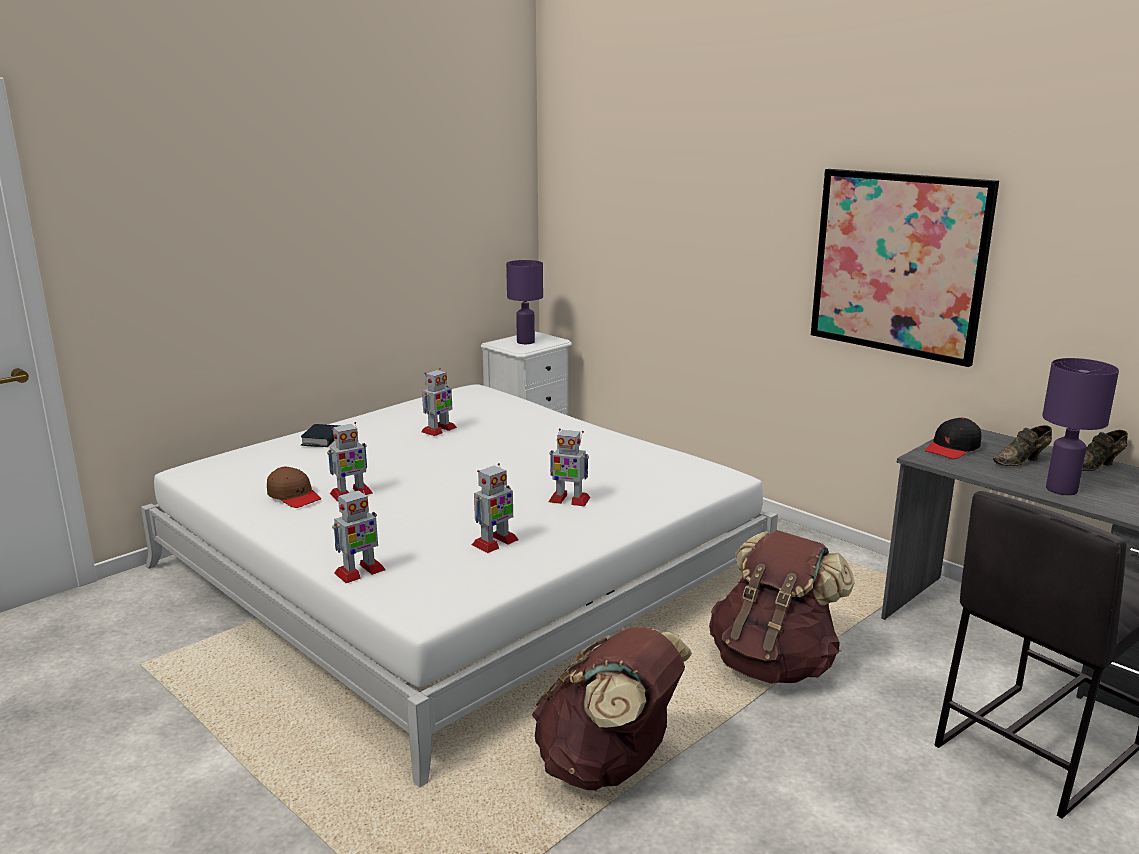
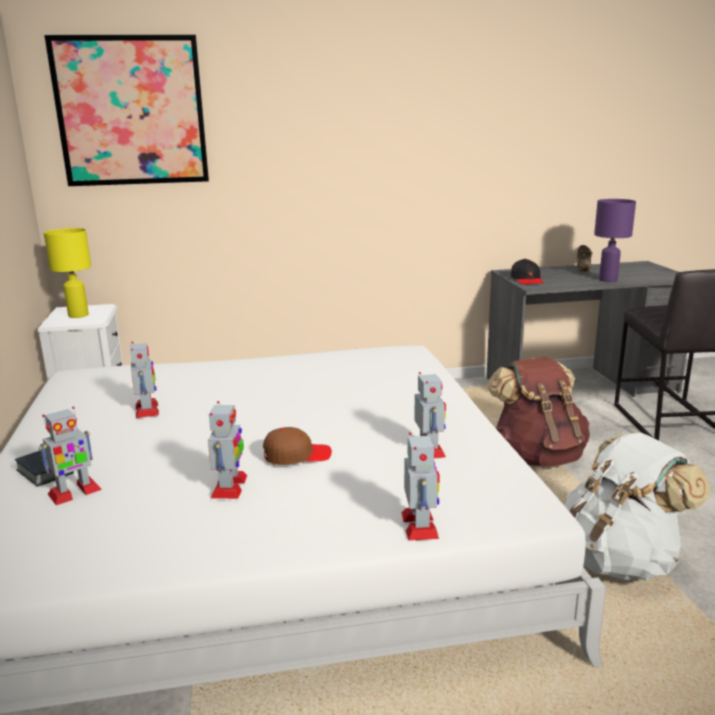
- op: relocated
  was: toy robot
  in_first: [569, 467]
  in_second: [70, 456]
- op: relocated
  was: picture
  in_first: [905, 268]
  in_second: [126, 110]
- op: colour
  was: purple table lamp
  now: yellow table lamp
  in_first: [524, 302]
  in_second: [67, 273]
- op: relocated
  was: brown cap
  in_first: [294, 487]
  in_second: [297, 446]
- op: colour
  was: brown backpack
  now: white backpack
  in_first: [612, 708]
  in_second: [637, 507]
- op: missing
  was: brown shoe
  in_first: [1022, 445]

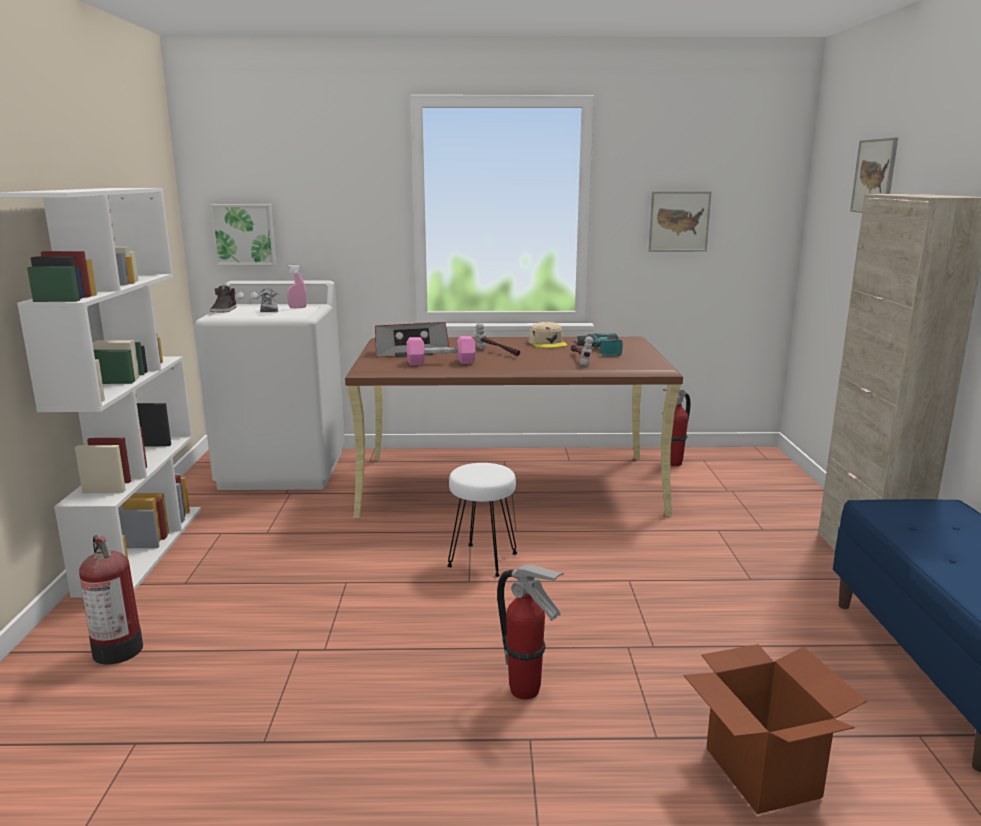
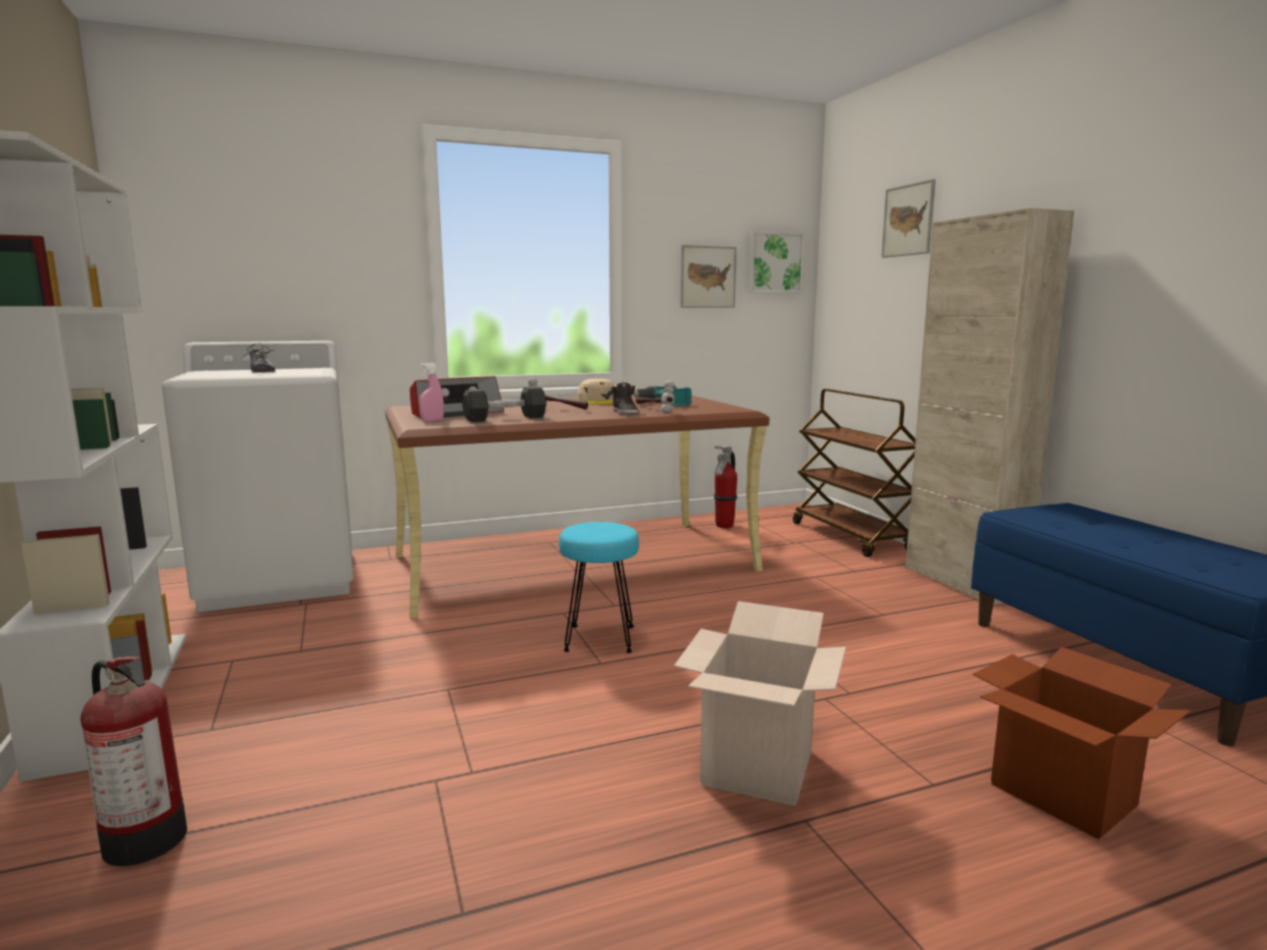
- op: relocated
  was: pink spray bottle
  in_first: [297, 286]
  in_second: [431, 392]
- op: colour
  was: pink dumbbell
  now: black dumbbell
  in_first: [441, 351]
  in_second: [504, 404]
- op: colour
  was: white stool
  now: turquoise stool
  in_first: [482, 520]
  in_second: [599, 587]
- op: relocated
  was: black shoe
  in_first: [223, 298]
  in_second: [625, 398]
- op: exchanged
  was: fire extinguisher
  now: cardboard box
  in_first: [530, 632]
  in_second: [760, 703]
- op: relocated
  was: picture
  in_first: [243, 235]
  in_second: [776, 262]
- op: appeared
  now: brown cart
  in_second: [854, 473]

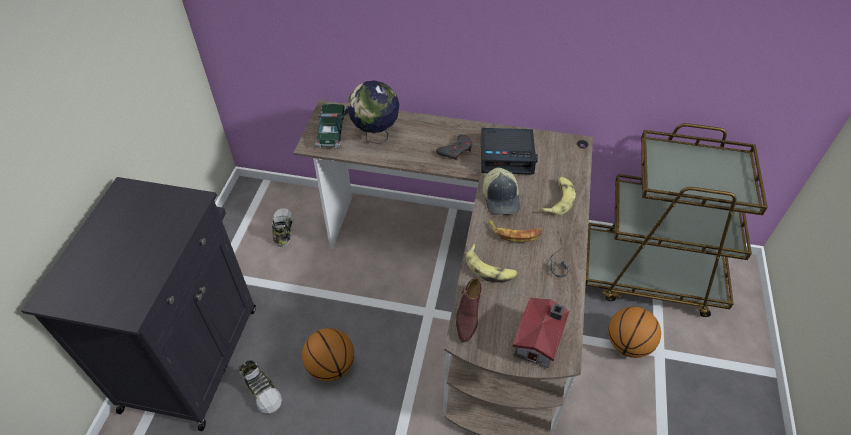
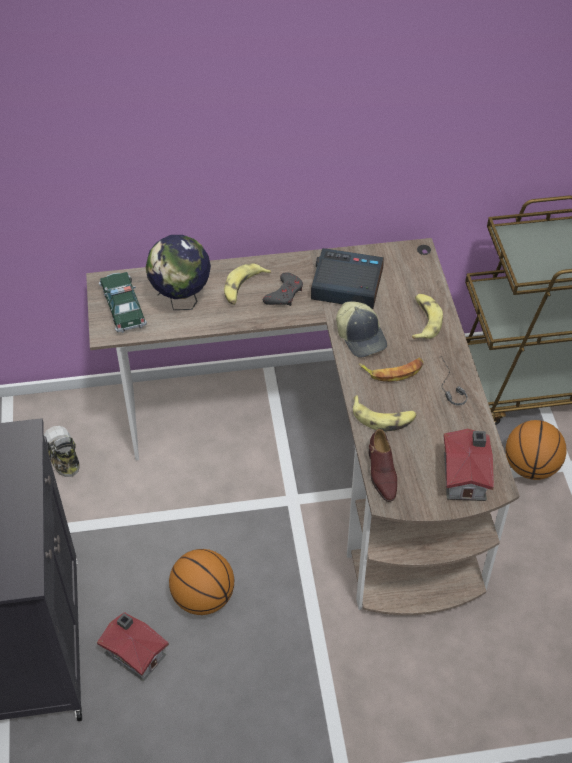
- op: exchanged
  was: shoe
  now: toy house
  in_first: [260, 387]
  in_second: [133, 647]
- op: appeared
  now: banana
  in_second: [247, 284]
- op: spun
  was: alarm clock
  in_first: [509, 151]
  in_second: [347, 278]
  clockwise: -150

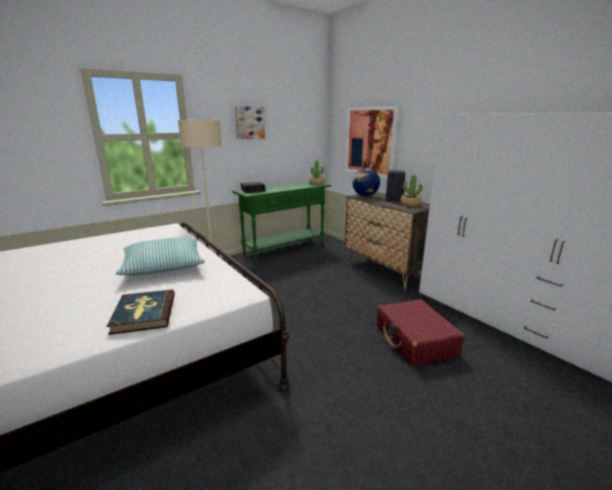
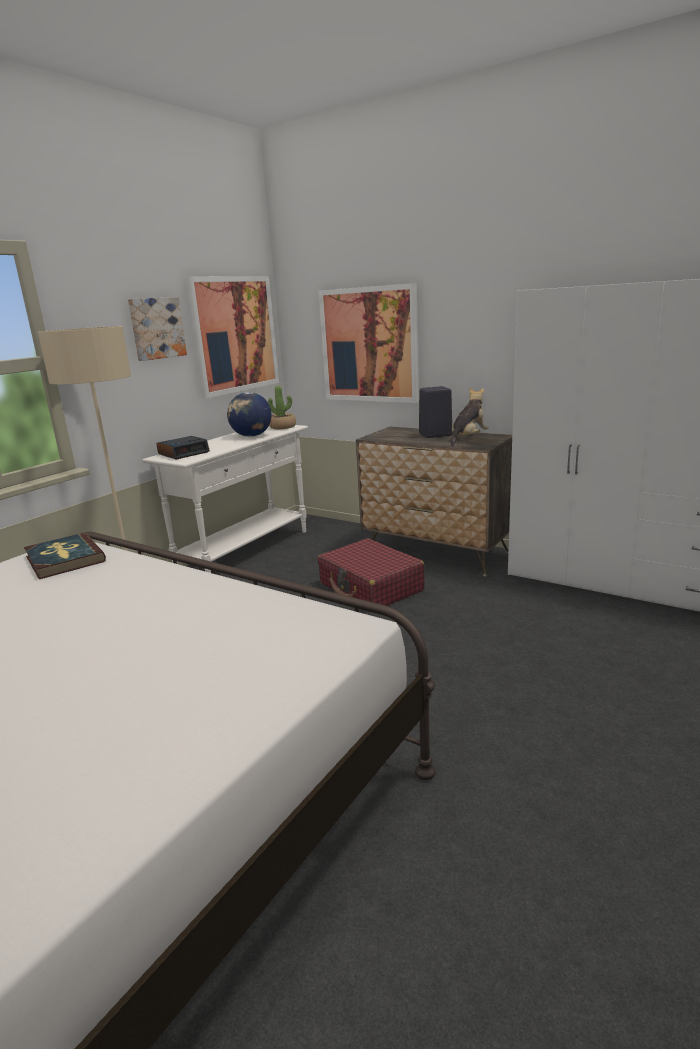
- op: relocated
  was: book
  in_first: [141, 312]
  in_second: [65, 556]
- op: colour
  was: green console table
  now: white console table
  in_first: [281, 221]
  in_second: [225, 499]
- op: appeared
  now: picture
  in_second: [232, 337]
- op: relocated
  was: globe
  in_first: [366, 182]
  in_second: [249, 414]
- op: relocated
  was: red suitcase
  in_first: [420, 333]
  in_second: [371, 572]
- op: exchanged
  was: potted plant
  now: plush toy
  in_first: [411, 190]
  in_second: [470, 417]
- op: missing
  was: pillow
  in_first: [160, 256]

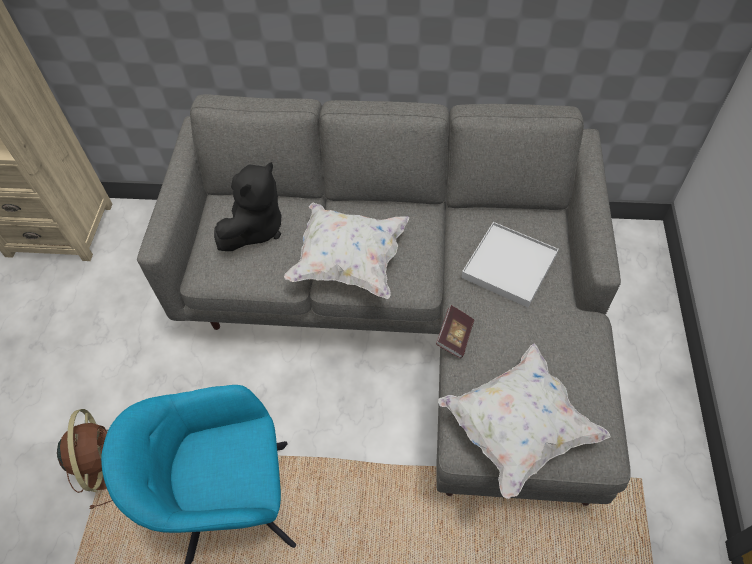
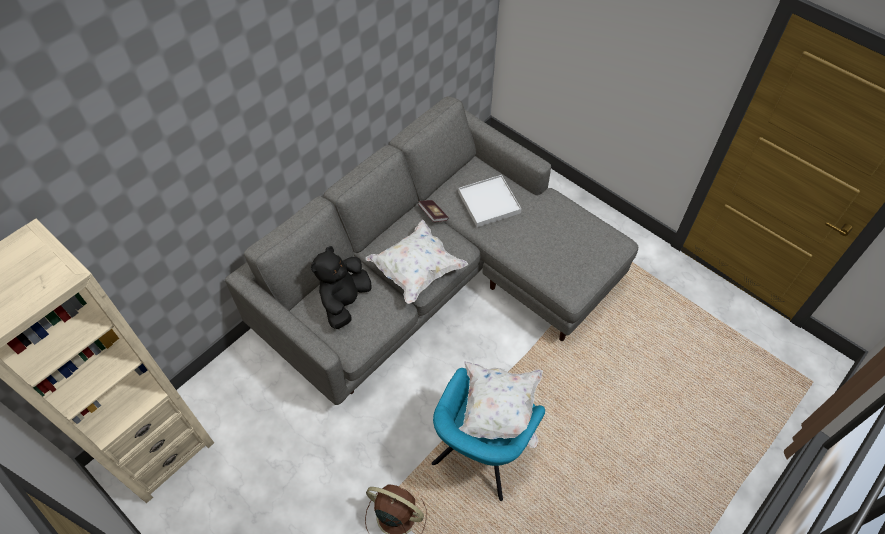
- op: spun
  was: black plush toy
  in_first: [248, 206]
  in_second: [341, 287]
  clockwise: -135
- op: relocated
  was: book
  in_first: [455, 331]
  in_second: [433, 211]
- op: relocated
  was: white pillow
  in_first: [524, 421]
  in_second: [500, 404]

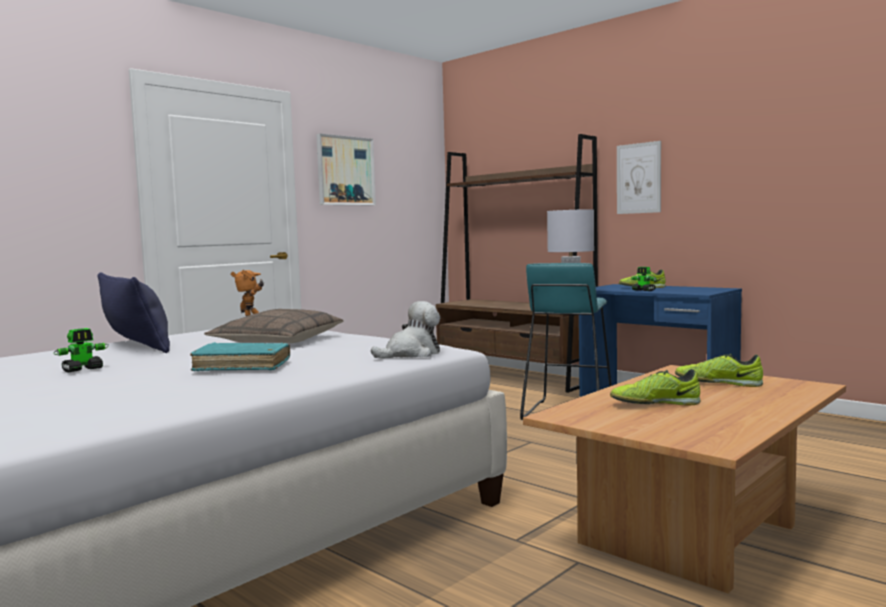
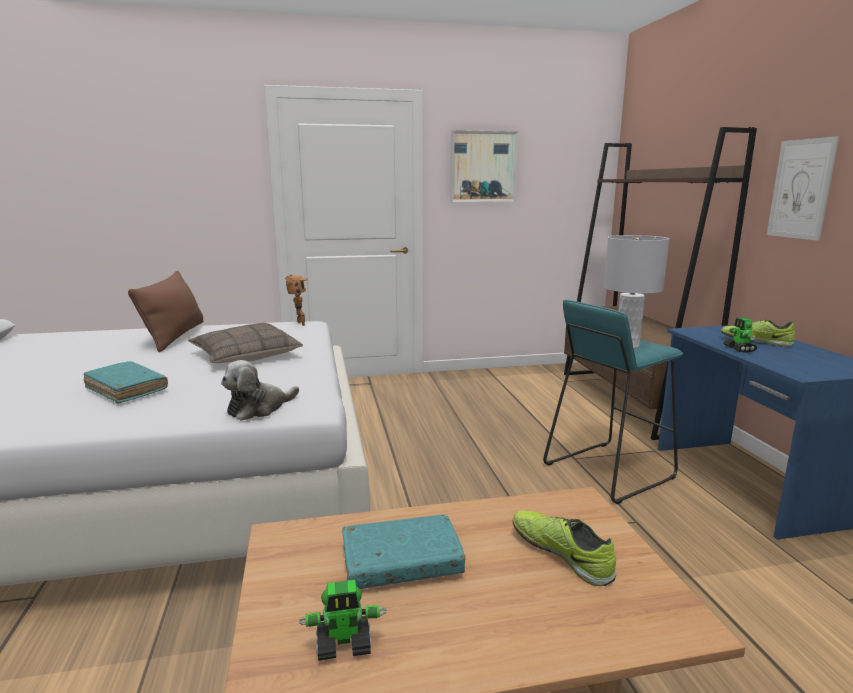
- op: colour
  was: blue pillow
  now: brown pillow
  in_first: [134, 312]
  in_second: [165, 311]
- op: spun
  was: plush toy
  in_first: [405, 329]
  in_second: [260, 390]
  clockwise: 135
- op: relocated
  was: toy robot
  in_first: [81, 350]
  in_second: [343, 620]
- op: exchanged
  was: shoe
  now: turquoise book
  in_first: [655, 387]
  in_second: [404, 552]

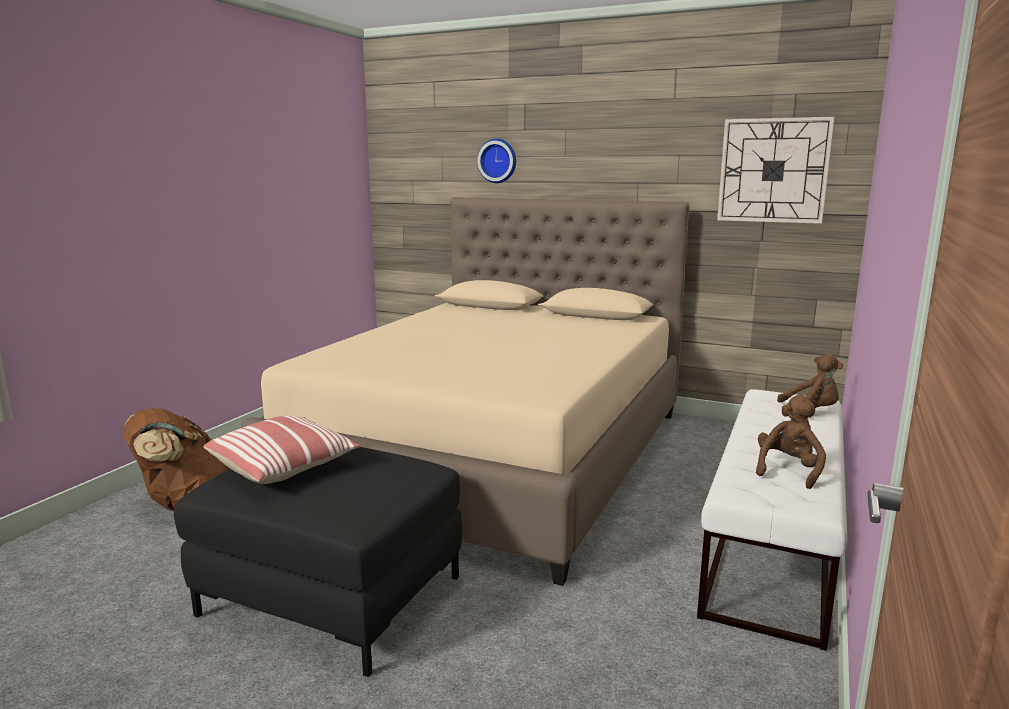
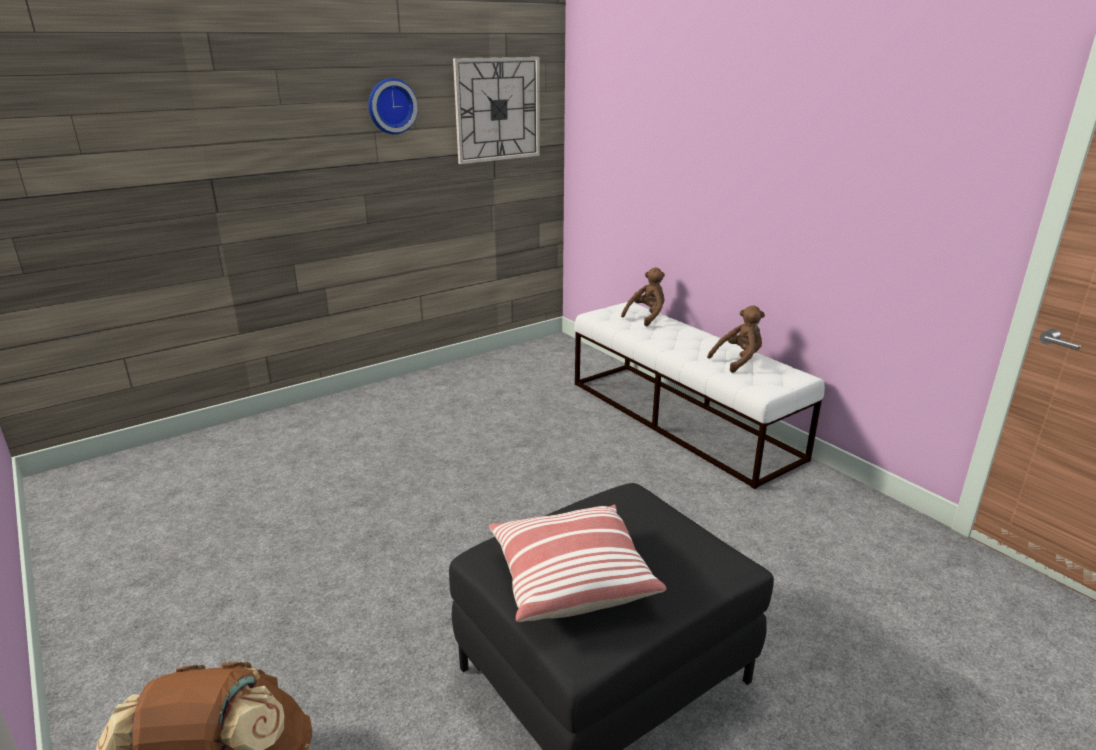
- op: relocated
  was: wall clock
  in_first: [496, 161]
  in_second: [393, 106]
- op: spun
  was: brown plush toy
  in_first: [791, 442]
  in_second: [736, 339]
  clockwise: 90
- op: missing
  was: beige bed
  in_first: [465, 391]

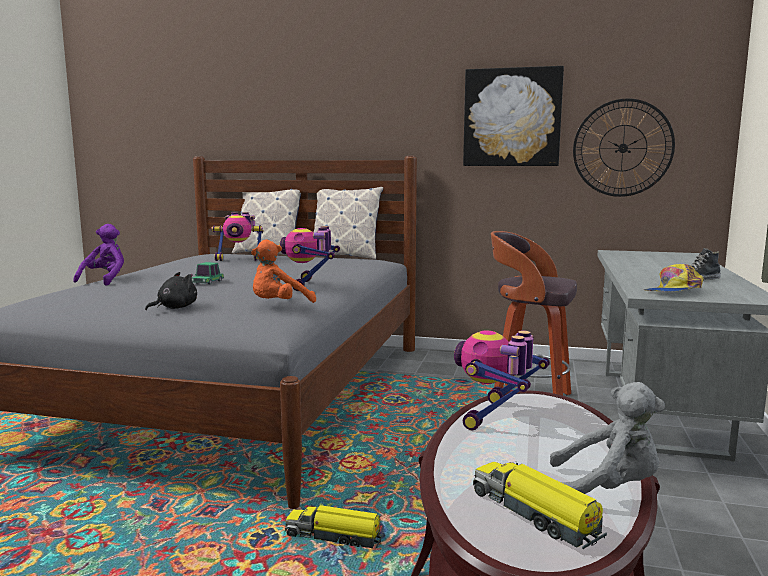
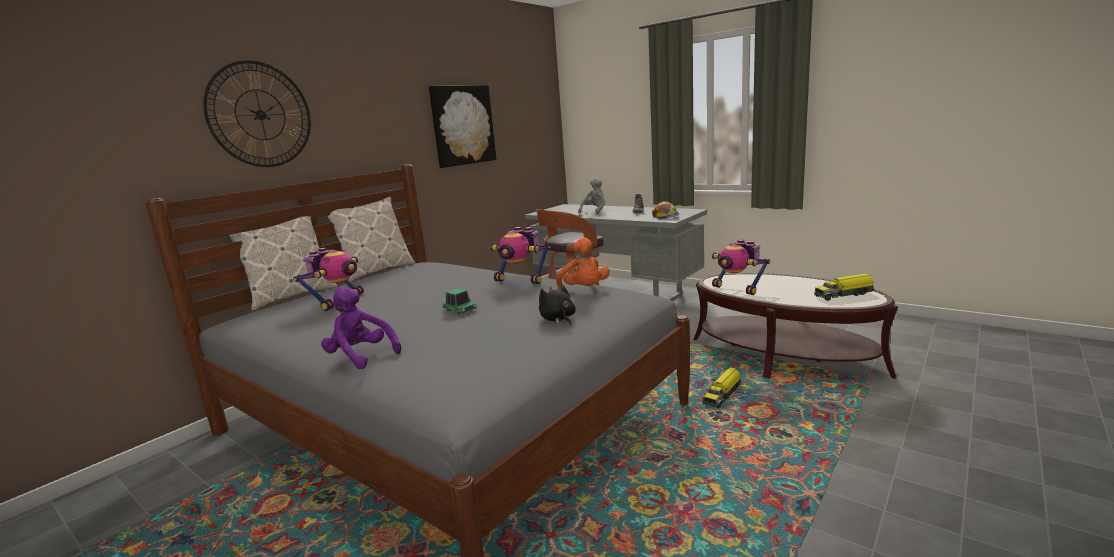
- op: relocated
  was: wall clock
  in_first: [624, 148]
  in_second: [257, 113]
- op: relocated
  was: grey plush toy
  in_first: [607, 438]
  in_second: [591, 196]

